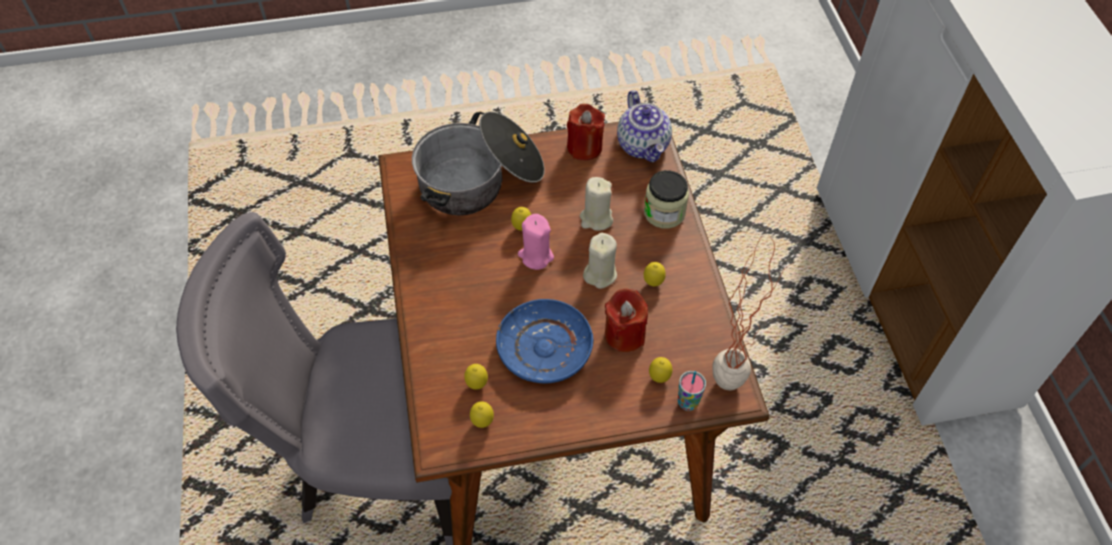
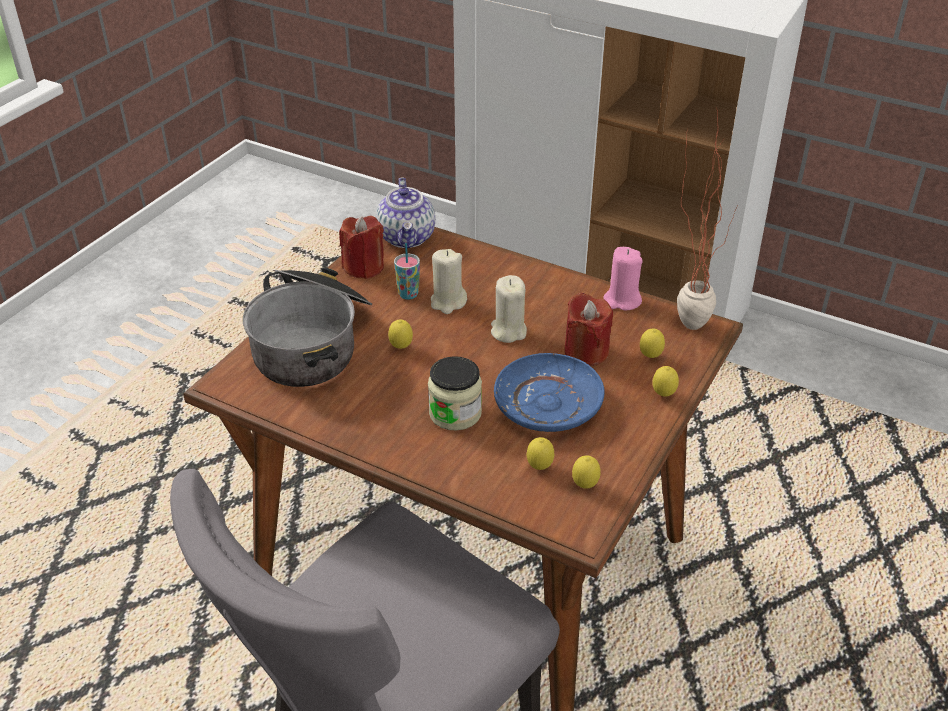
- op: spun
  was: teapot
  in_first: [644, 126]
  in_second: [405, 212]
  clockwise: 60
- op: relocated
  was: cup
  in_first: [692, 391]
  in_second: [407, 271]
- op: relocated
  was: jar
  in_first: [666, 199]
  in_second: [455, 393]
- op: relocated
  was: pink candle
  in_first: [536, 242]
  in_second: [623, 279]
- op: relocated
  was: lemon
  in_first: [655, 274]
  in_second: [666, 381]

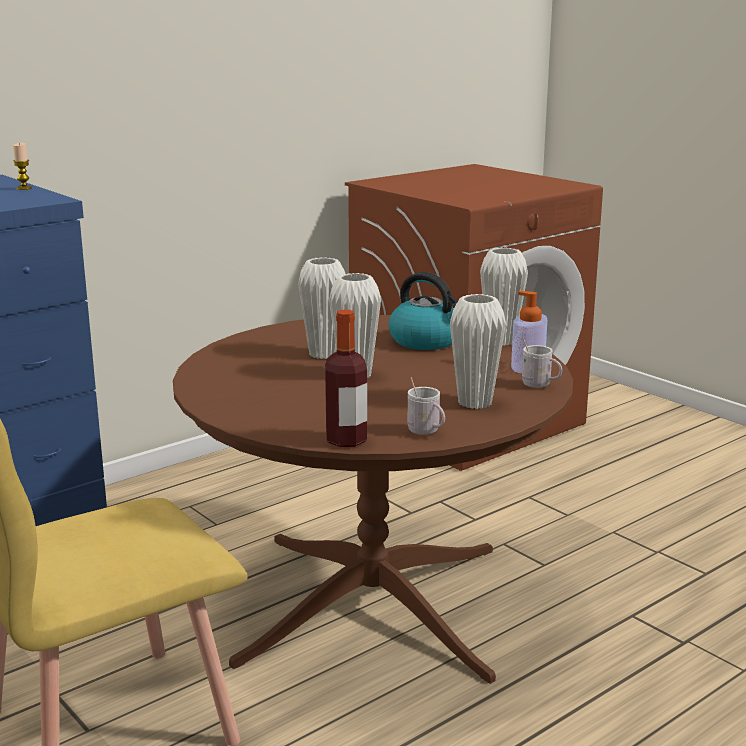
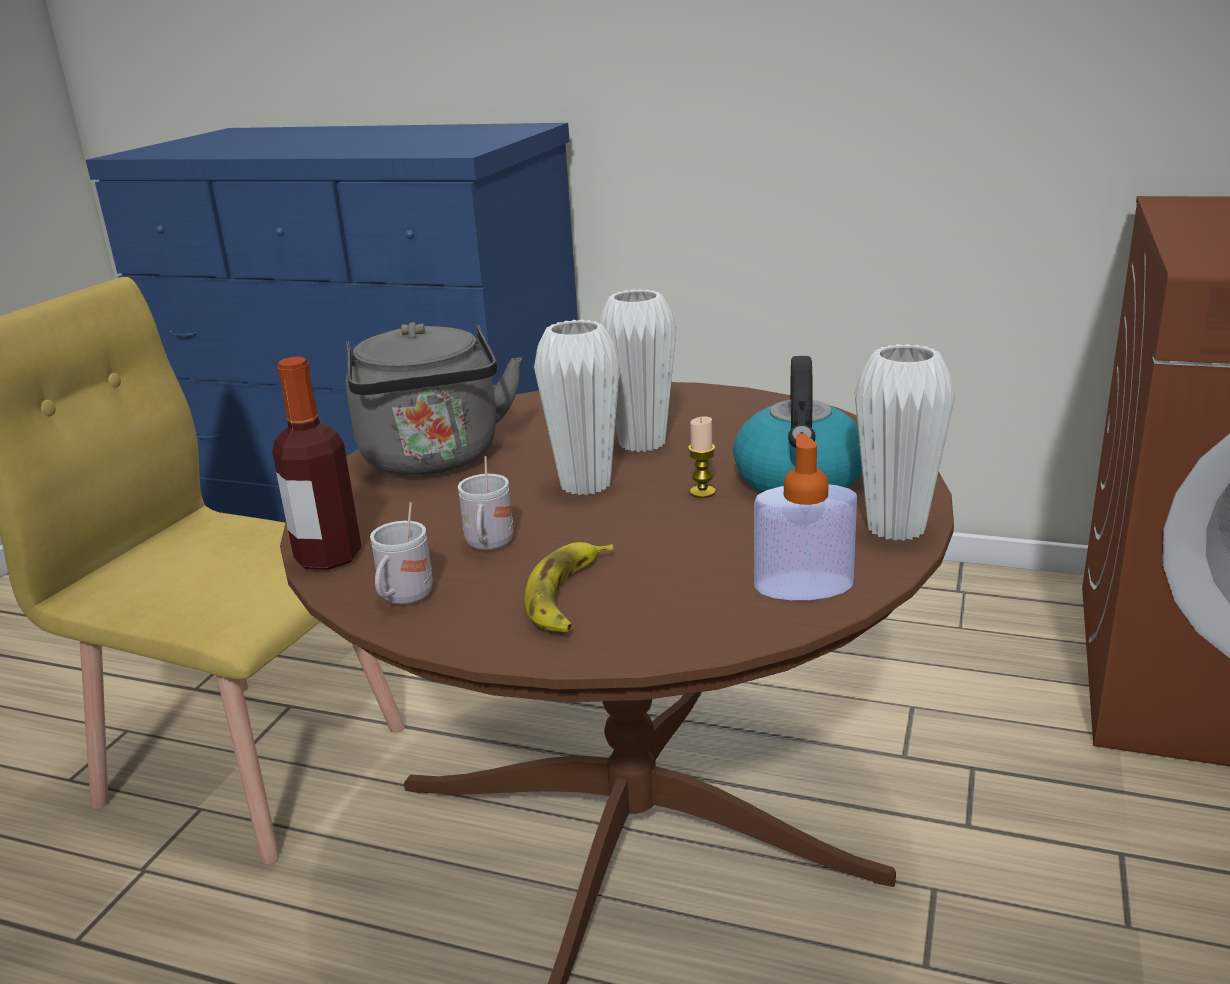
- op: appeared
  now: grey kettle
  in_second: [434, 398]
- op: relocated
  was: white mug
  in_first: [542, 363]
  in_second: [485, 503]
- op: exchanged
  was: white vase
  now: banana
  in_first: [478, 351]
  in_second: [568, 587]
- op: relocated
  was: candle
  in_first: [22, 166]
  in_second: [702, 457]

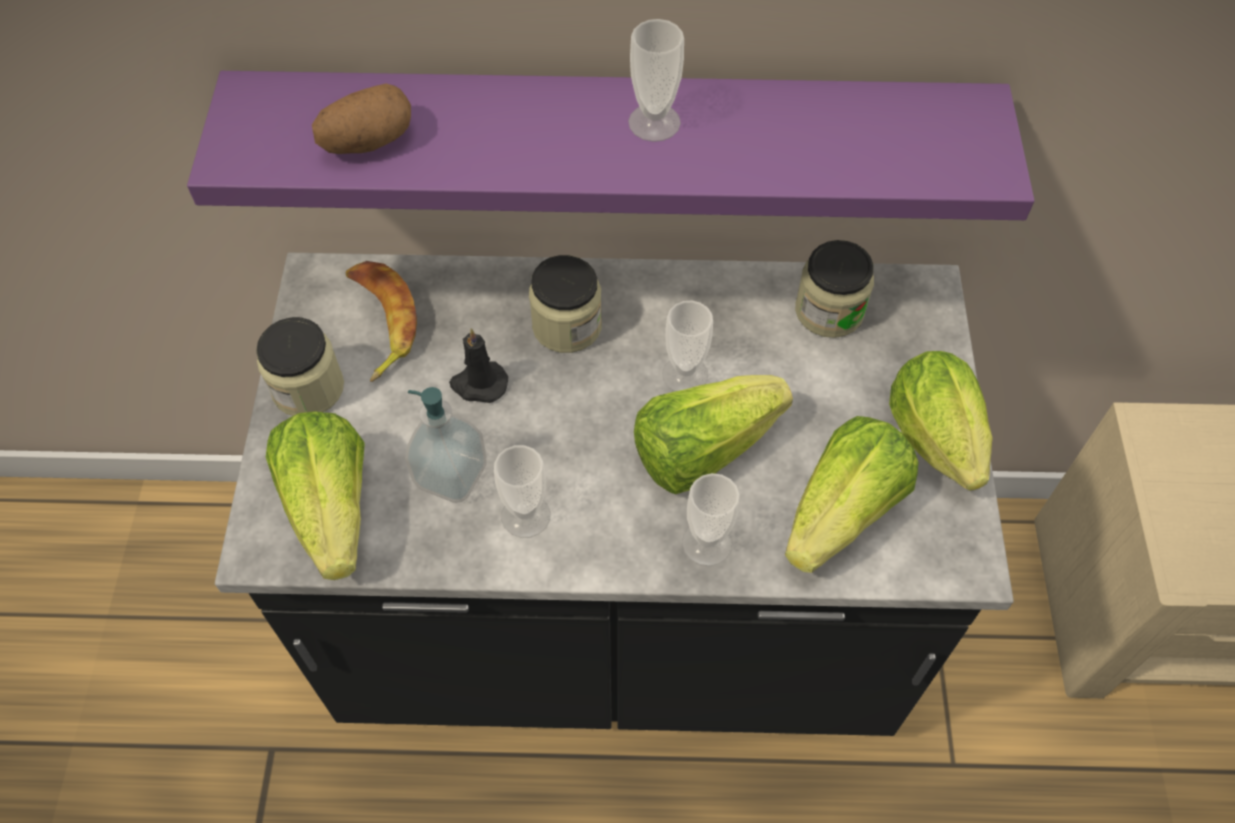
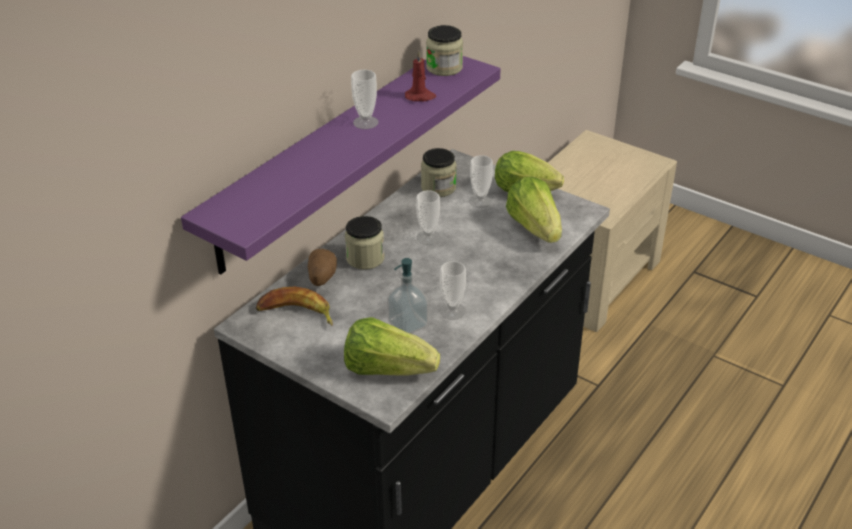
- op: relocated
  was: potato
  in_first: [361, 118]
  in_second: [322, 267]
- op: appeared
  now: red candle
  in_second: [420, 76]
- op: relocated
  was: jar
  in_first: [300, 366]
  in_second: [444, 50]
- op: relocated
  was: cup
  in_first: [711, 519]
  in_second: [481, 181]
- op: missing
  was: black candle
  in_first: [478, 365]
- op: missing
  was: lettuce
  in_first: [713, 434]

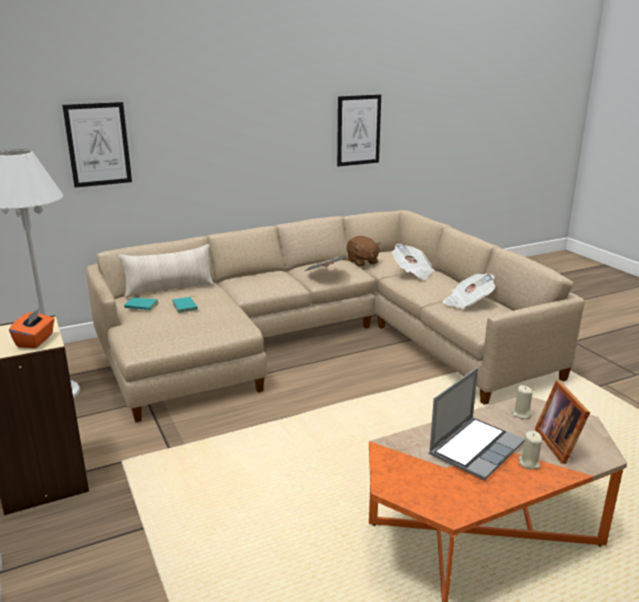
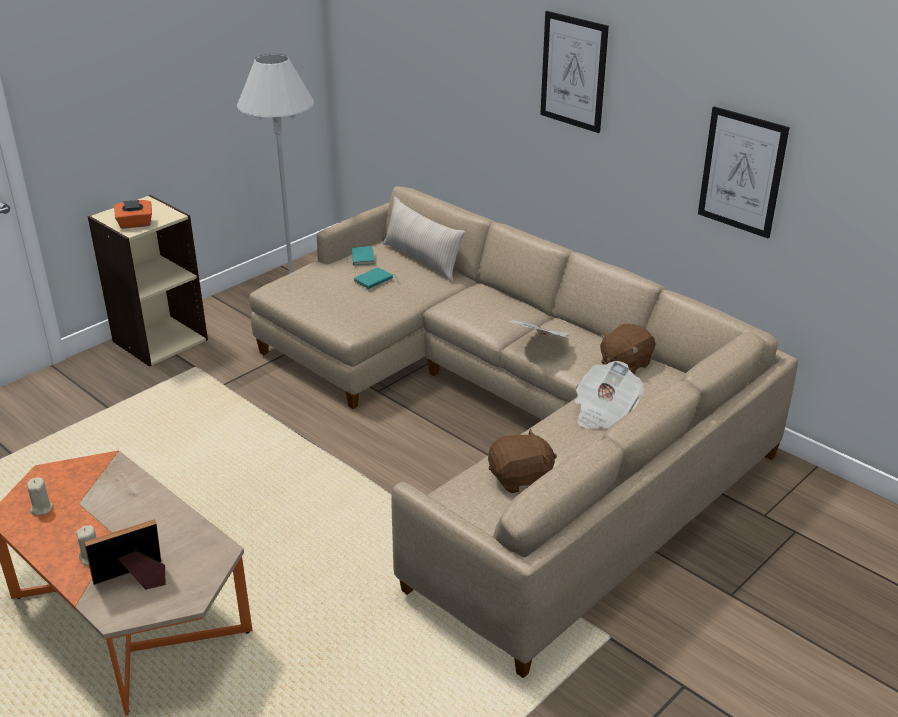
- op: relocated
  was: beige candle
  in_first: [522, 402]
  in_second: [40, 496]
- op: exchanged
  was: newspaper
  now: brown plush toy
  in_first: [469, 291]
  in_second: [522, 461]
- op: relocated
  was: picture
  in_first: [97, 145]
  in_second: [574, 72]
- op: missing
  was: laptop
  in_first: [476, 423]

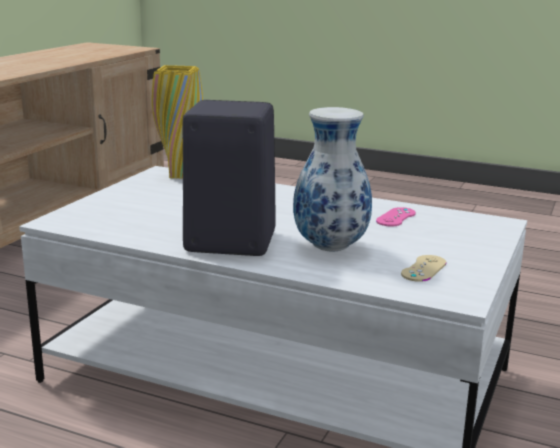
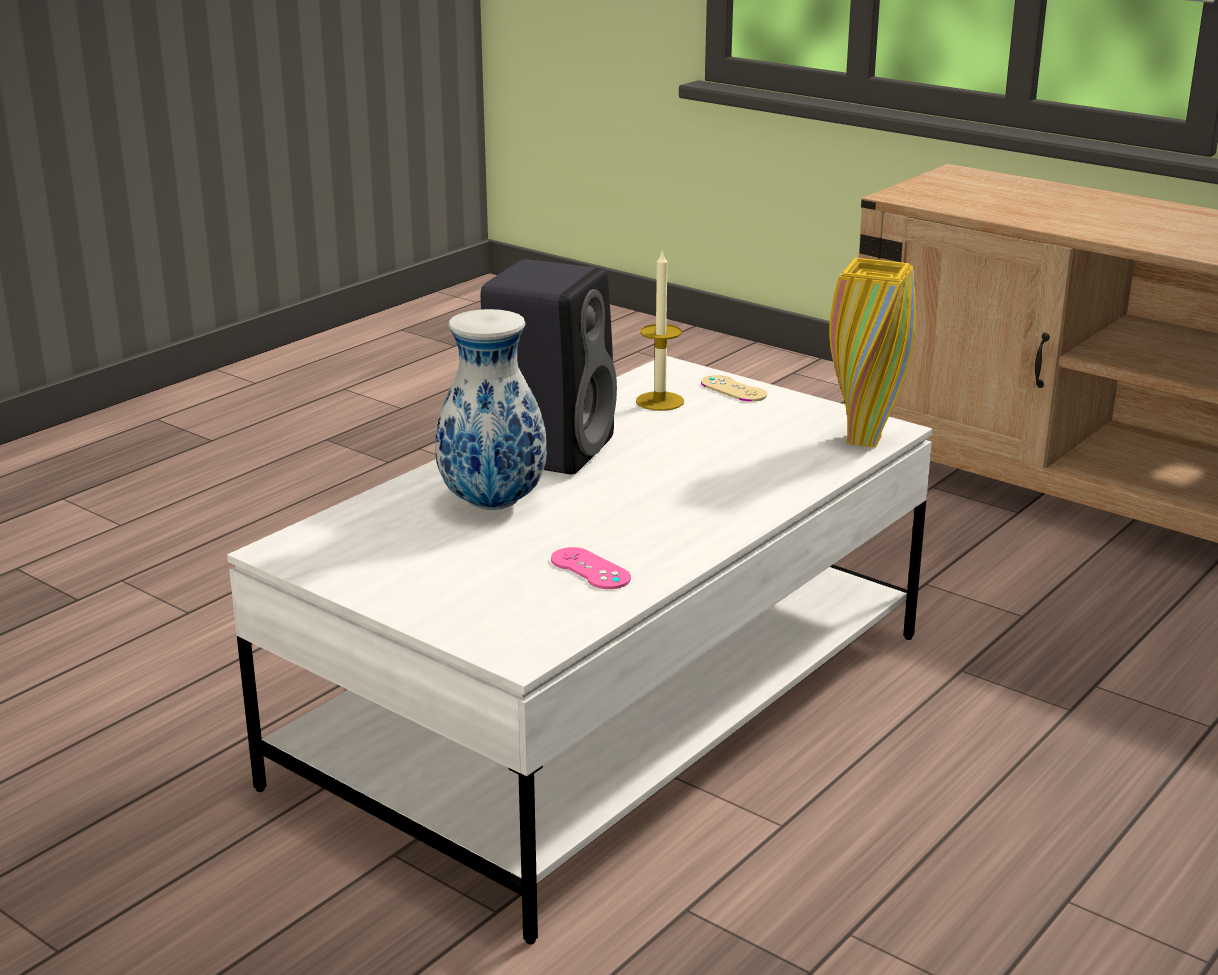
- op: appeared
  now: candle
  in_second: [660, 330]
- op: relocated
  was: beige game controller
  in_first: [424, 268]
  in_second: [734, 388]

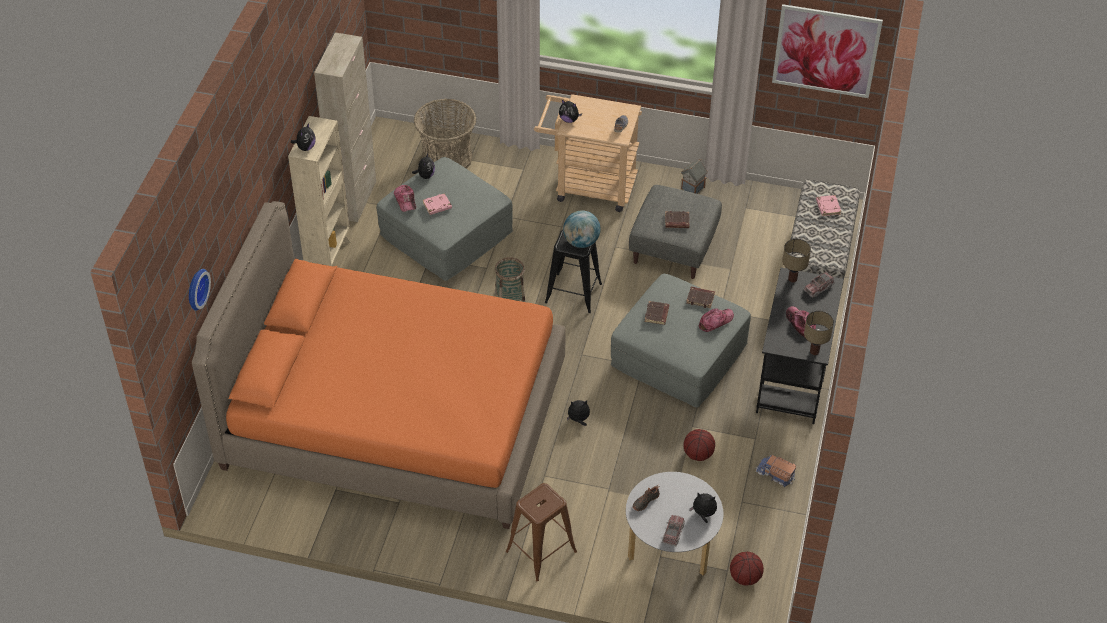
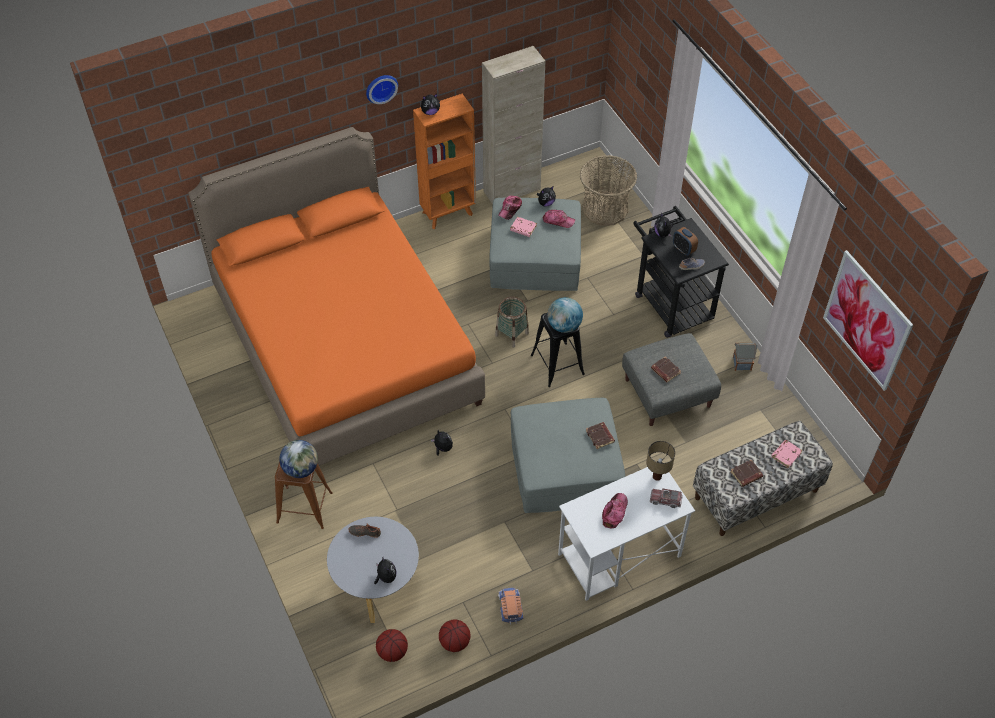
- op: appeared
  now: globe
  in_second: [298, 459]
- op: relocated
  was: wall clock
  in_first: [200, 290]
  in_second: [382, 89]
- op: colour
  was: beige bookcase
  now: orange bookcase
  in_first: [319, 191]
  in_second: [444, 161]
- op: relocated
  was: basketball
  in_first: [699, 445]
  in_second: [454, 636]
- op: relocated
  was: cap
  in_first: [716, 320]
  in_second: [559, 219]
- op: colour
  was: black desk
  now: white desk
  in_first: [800, 346]
  in_second: [626, 534]
- op: colour
  was: beige cart
  now: black cart
  in_first: [588, 153]
  in_second: [681, 272]
- op: appeared
  now: alarm clock
  in_second: [685, 241]
- op: relocated
  was: brown book
  in_first: [657, 313]
  in_second: [747, 473]
- op: missing
  was: toy truck
  in_first: [673, 530]
- op: missing
  was: table lamp
  in_first: [819, 333]

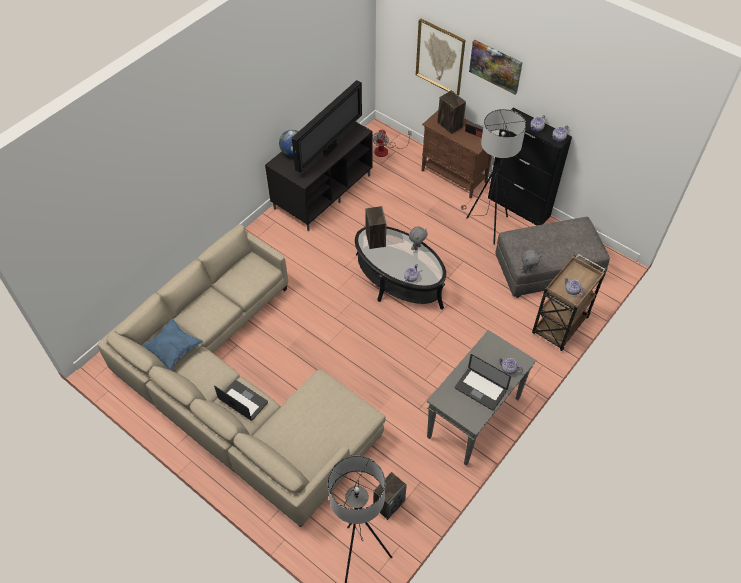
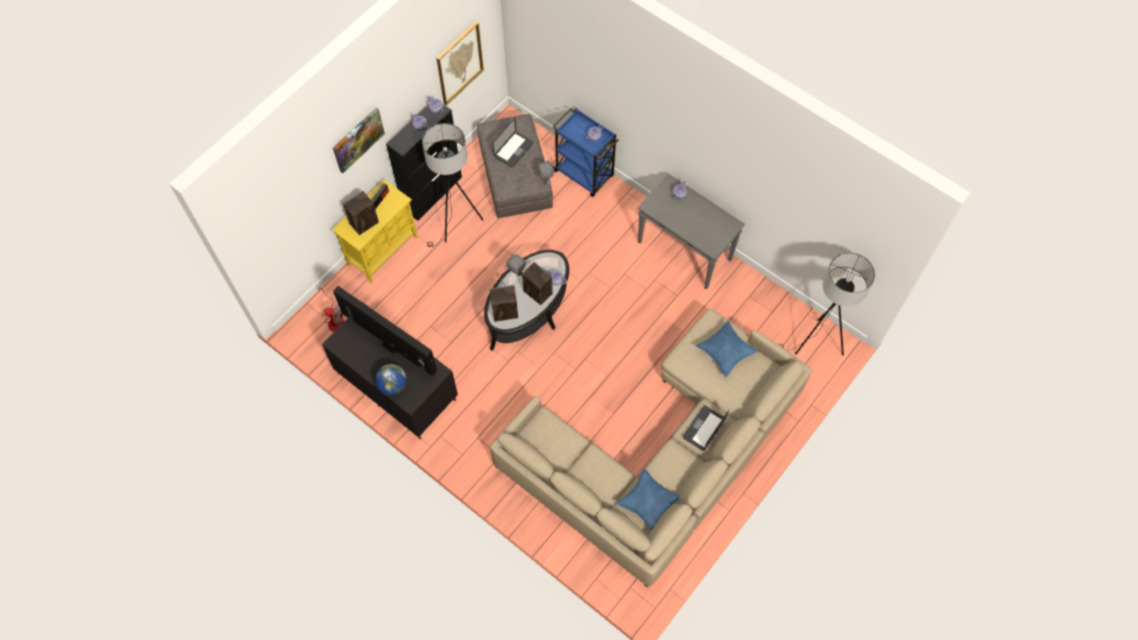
- op: colour
  was: brown cabinet
  now: yellow cabinet
  in_first: [460, 155]
  in_second: [375, 231]
- op: relocated
  was: picture
  in_first: [440, 57]
  in_second: [460, 64]
- op: relocated
  was: laptop
  in_first: [483, 382]
  in_second: [513, 143]
- op: relocated
  was: speaker
  in_first: [390, 496]
  in_second: [537, 283]
- op: colour
  was: brown cart
  now: blue cart
  in_first: [569, 302]
  in_second: [586, 152]
- op: appeared
  now: blue pillow
  in_second: [727, 349]

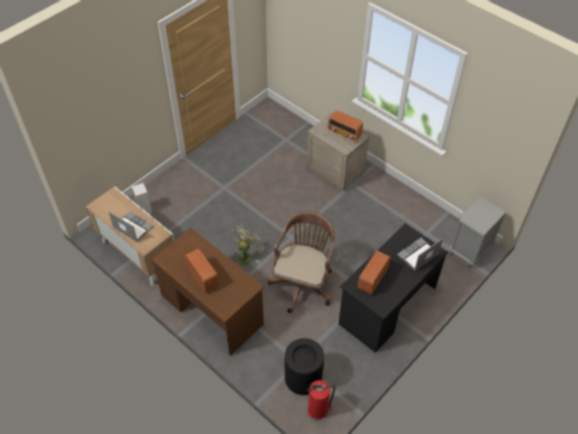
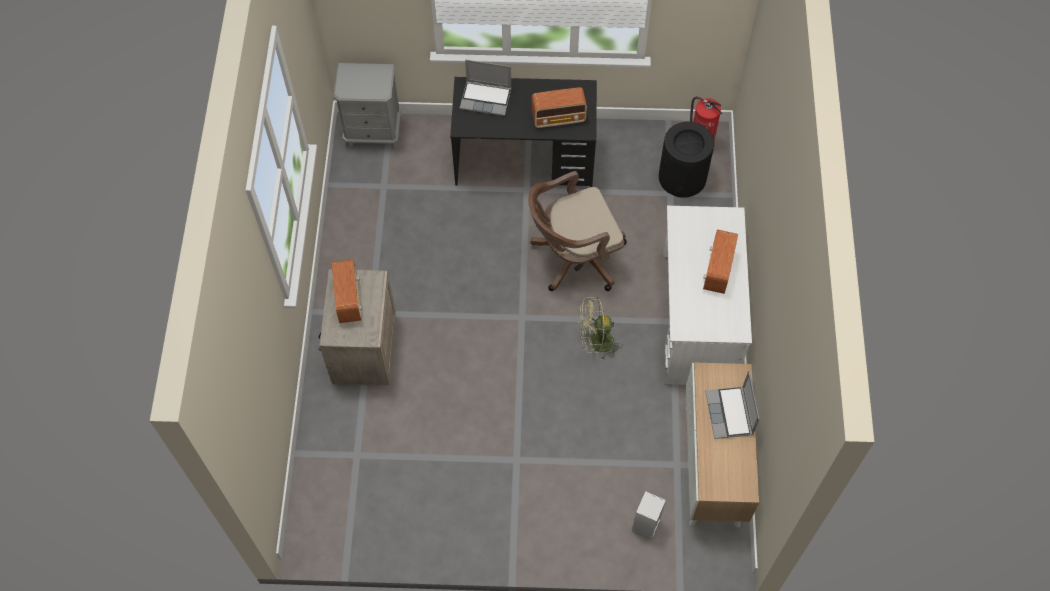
- op: colour
  was: brown desk
  now: white desk
  in_first: [208, 292]
  in_second: [707, 295]

